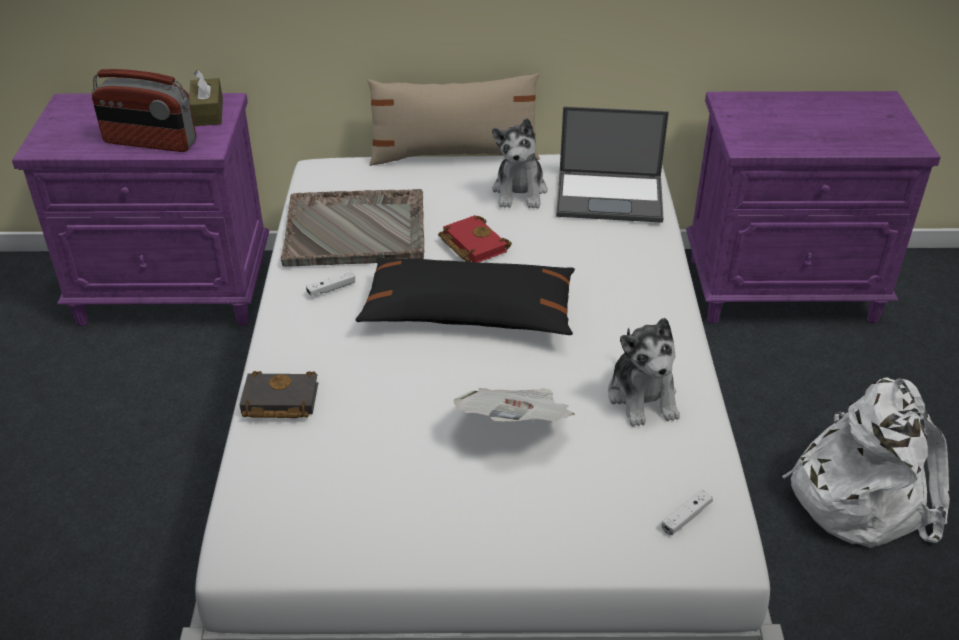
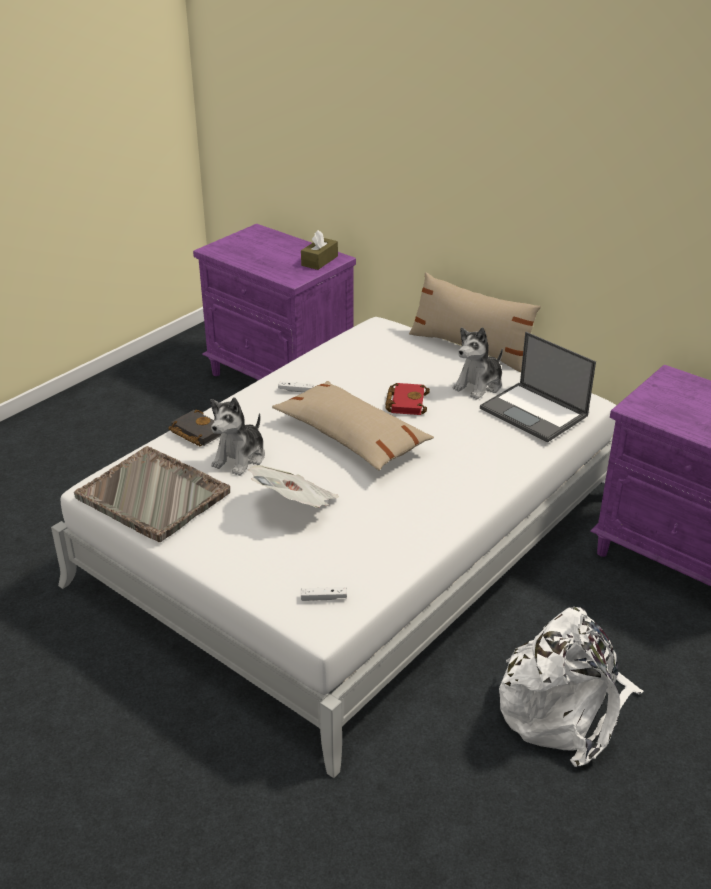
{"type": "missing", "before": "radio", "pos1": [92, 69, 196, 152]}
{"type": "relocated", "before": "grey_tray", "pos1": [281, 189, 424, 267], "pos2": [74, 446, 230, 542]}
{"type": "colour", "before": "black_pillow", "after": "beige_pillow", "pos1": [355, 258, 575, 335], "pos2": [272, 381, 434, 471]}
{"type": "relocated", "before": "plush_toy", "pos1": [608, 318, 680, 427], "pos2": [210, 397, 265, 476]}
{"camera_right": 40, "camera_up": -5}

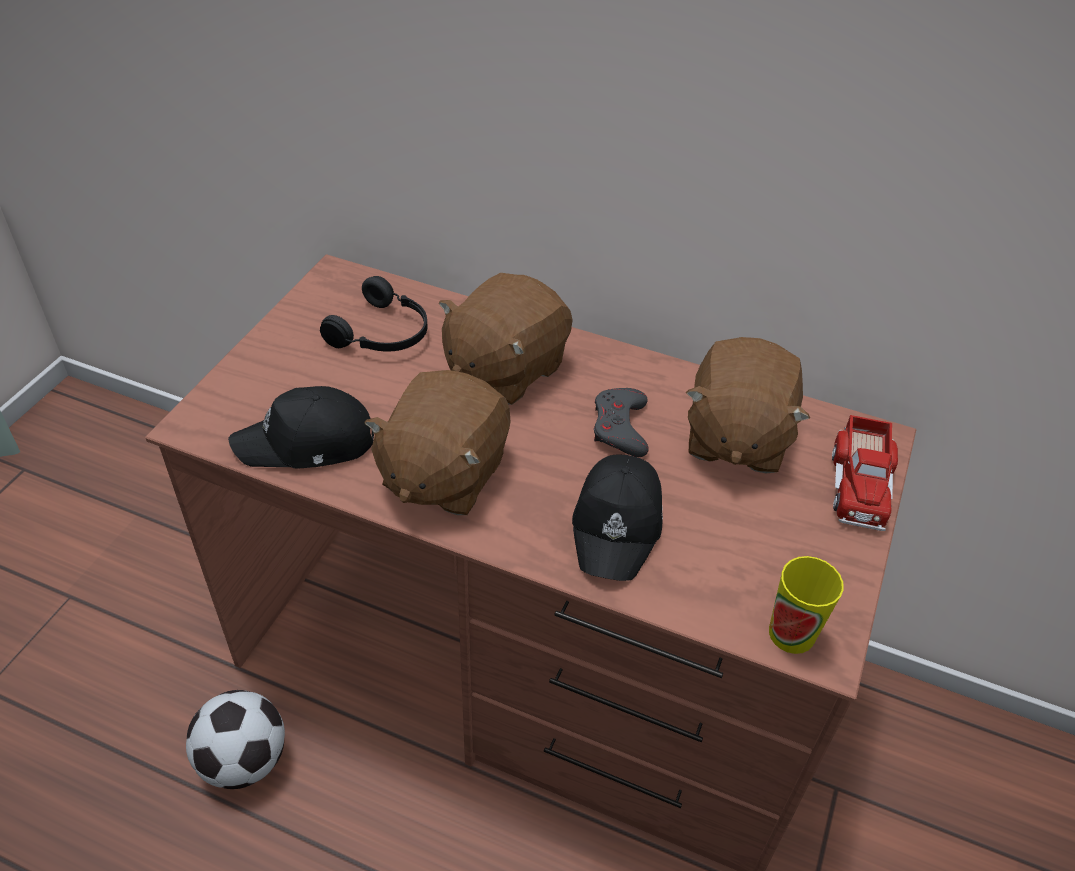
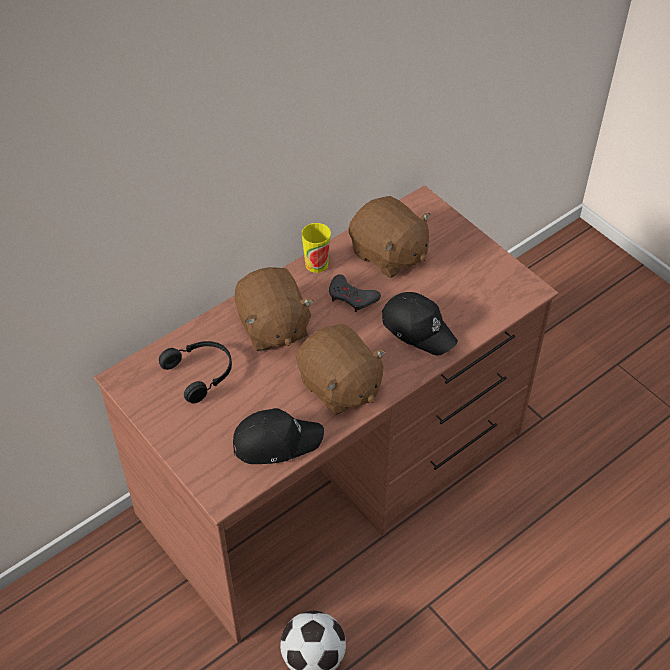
{"type": "spun", "before": "black_cap", "pos1": [228, 386, 374, 469], "pos2": [233, 408, 324, 464], "turn": -120}
{"type": "relocated", "before": "cup", "pos1": [769, 556, 844, 654], "pos2": [302, 223, 331, 273]}
{"type": "missing", "before": "toy_truck", "pos1": [832, 415, 898, 531]}
{"camera_right": -60, "camera_up": 5}

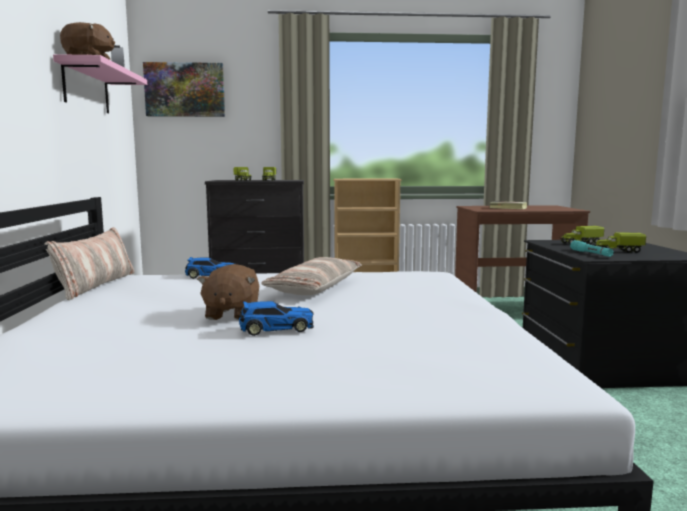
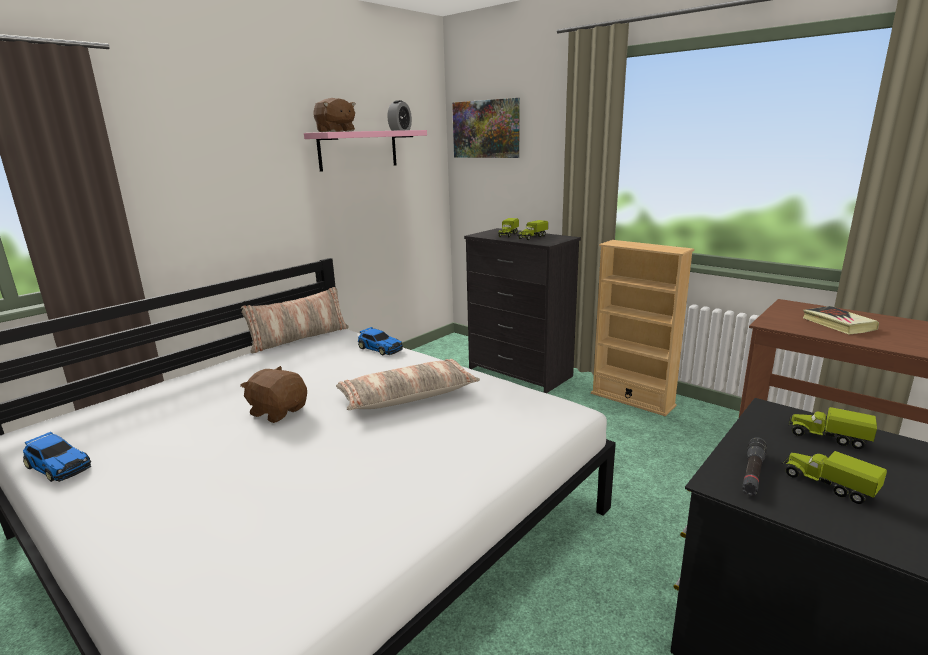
{"type": "spun", "before": "brown_plush_toy", "pos1": [197, 264, 259, 320], "pos2": [240, 366, 307, 423], "turn": 75}
{"type": "relocated", "before": "toy_car", "pos1": [239, 301, 314, 336], "pos2": [23, 432, 91, 482]}
{"type": "colour", "before": "turquoise_flashlight", "after": "black_flashlight", "pos1": [570, 240, 614, 257], "pos2": [742, 437, 767, 496]}
{"camera_right": 45, "camera_up": 10}

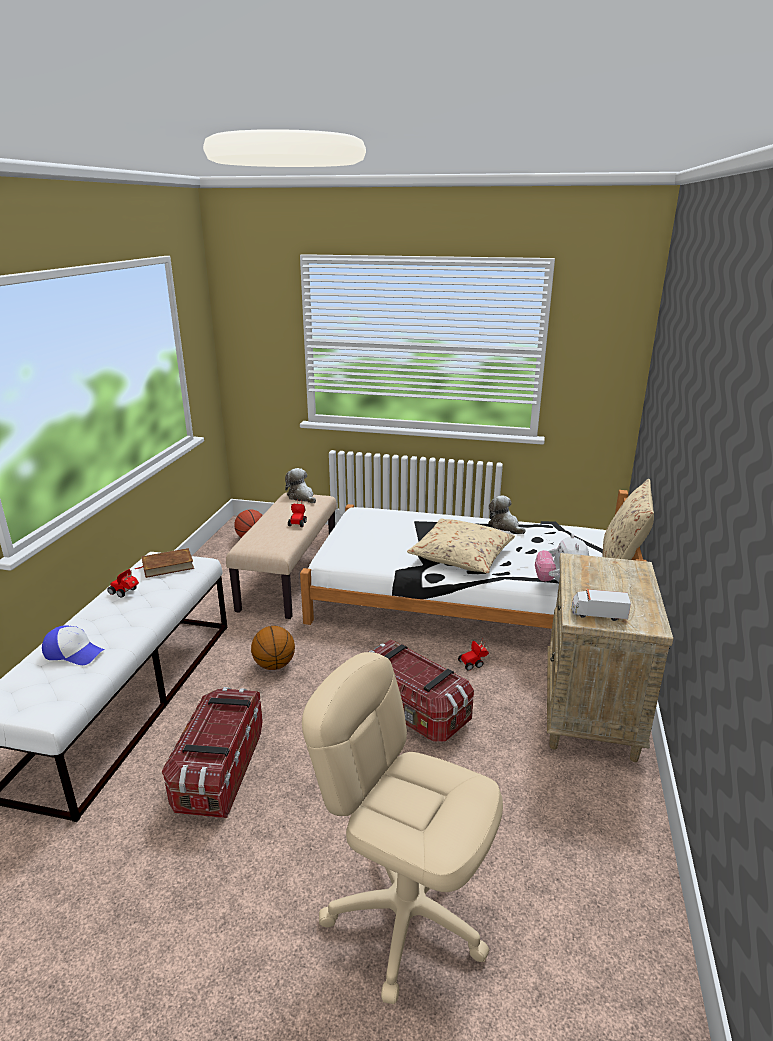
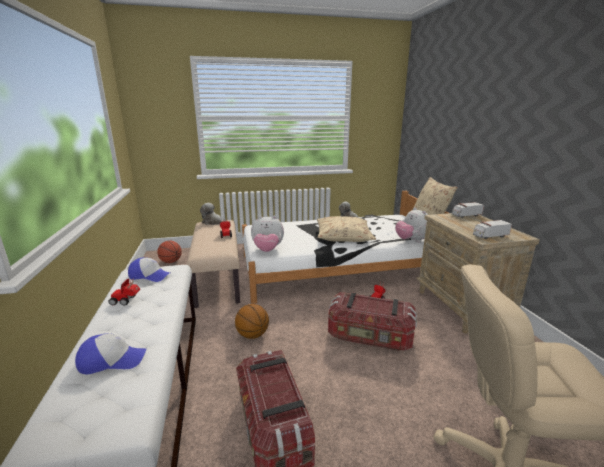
{"type": "exchanged", "before": "brown_book", "after": "cap", "pos1": [135, 548, 194, 578], "pos2": [128, 258, 170, 282]}
{"type": "appeared", "after": "plush_toy", "pos2": [251, 216, 284, 252]}
{"type": "appeared", "after": "toy_truck", "pos2": [452, 202, 484, 218]}
{"camera_right": -25, "camera_up": -5}

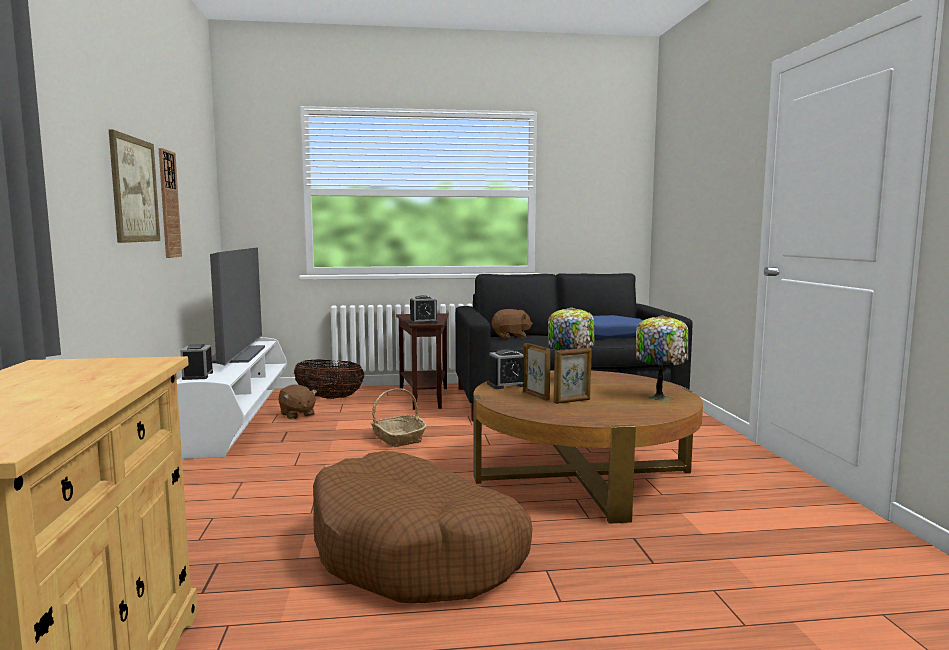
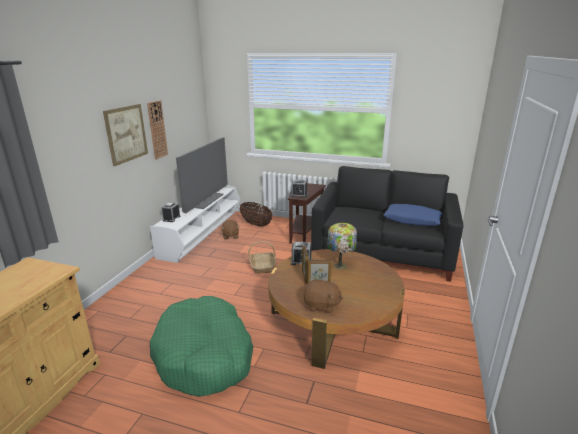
{"type": "colour", "before": "brown_dog_bed", "after": "green_dog_bed", "pos1": [313, 451, 532, 603], "pos2": [150, 296, 253, 397]}
{"type": "relocated", "before": "brown_plush_toy", "pos1": [492, 309, 533, 339], "pos2": [303, 279, 344, 314]}
{"type": "missing", "before": "table_lamp", "pos1": [636, 315, 689, 401]}
{"camera_right": 25, "camera_up": 15}

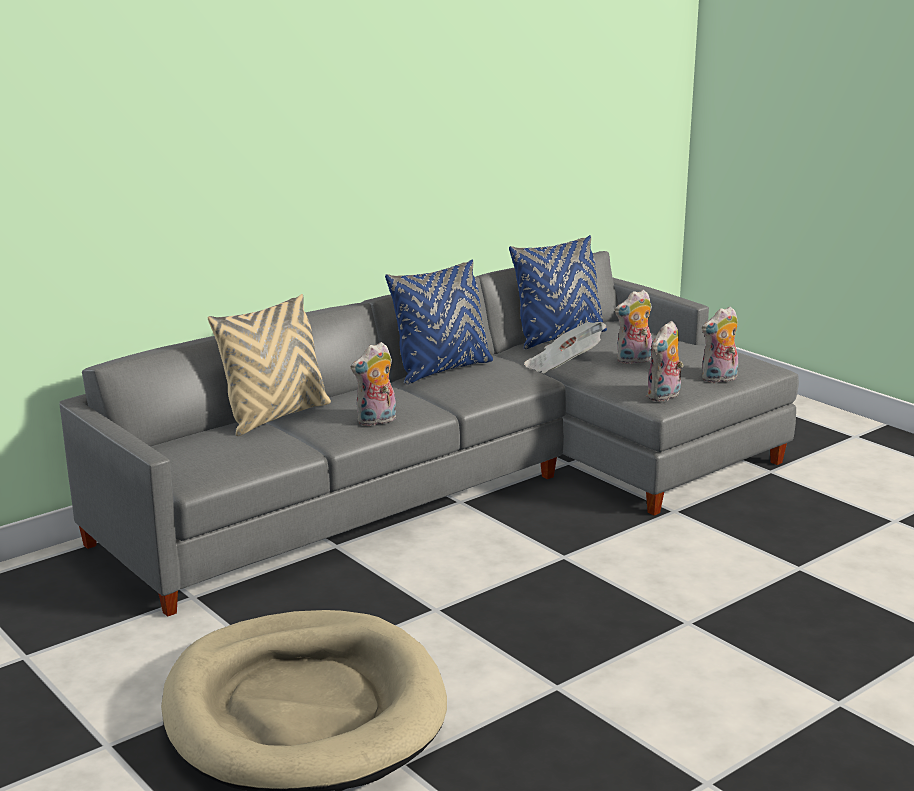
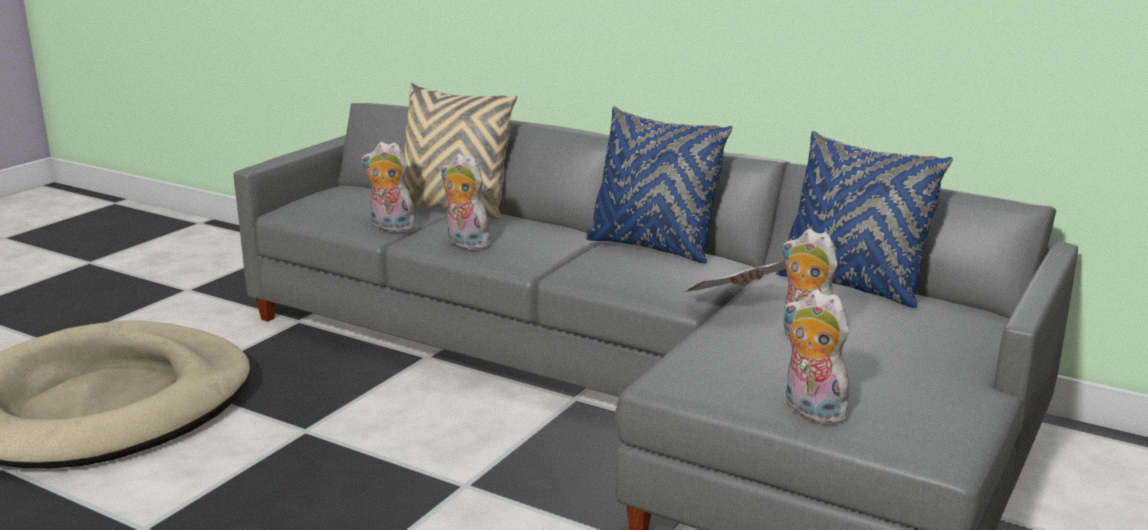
{"type": "relocated", "before": "plush_toy", "pos1": [646, 321, 684, 402], "pos2": [361, 142, 415, 232]}
{"camera_right": 70, "camera_up": 0}

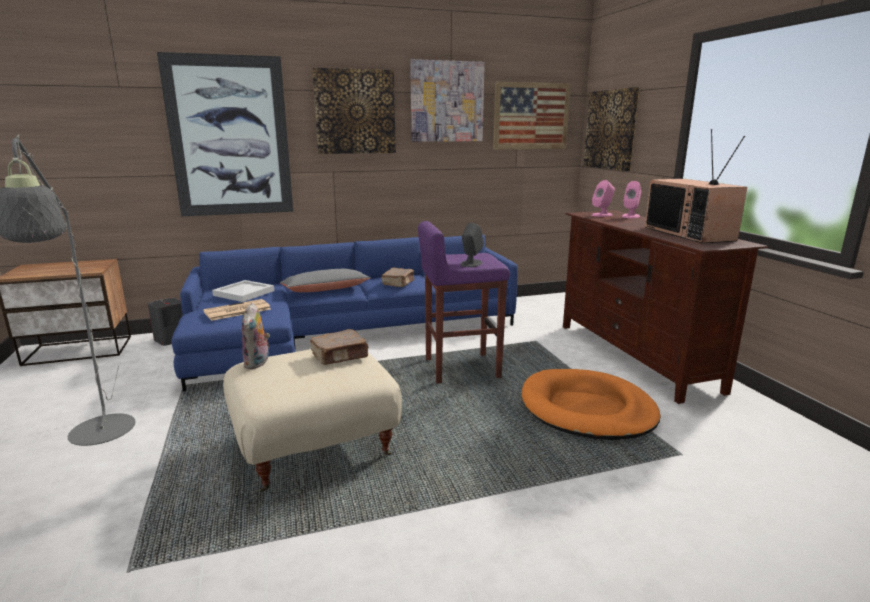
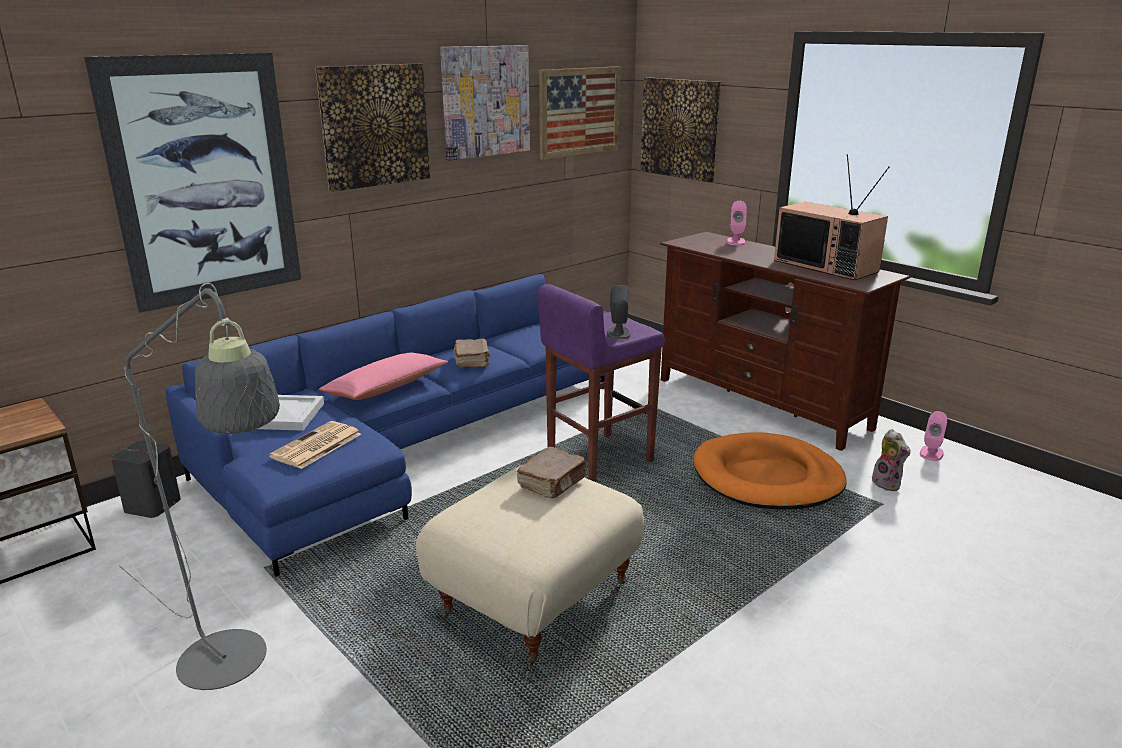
{"type": "relocated", "before": "plush_toy", "pos1": [242, 303, 270, 369], "pos2": [872, 429, 911, 491]}
{"type": "colour", "before": "grey_pillow", "after": "pink_pillow", "pos1": [280, 269, 371, 292], "pos2": [319, 353, 448, 400]}
{"type": "relocated", "before": "pink_speaker", "pos1": [591, 180, 615, 217], "pos2": [920, 411, 947, 461]}
{"camera_right": -25, "camera_up": 5}

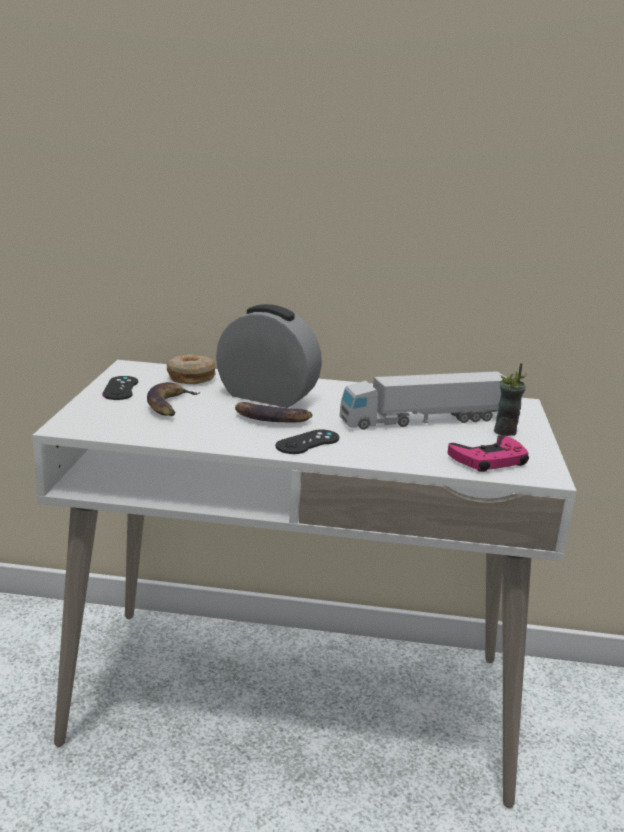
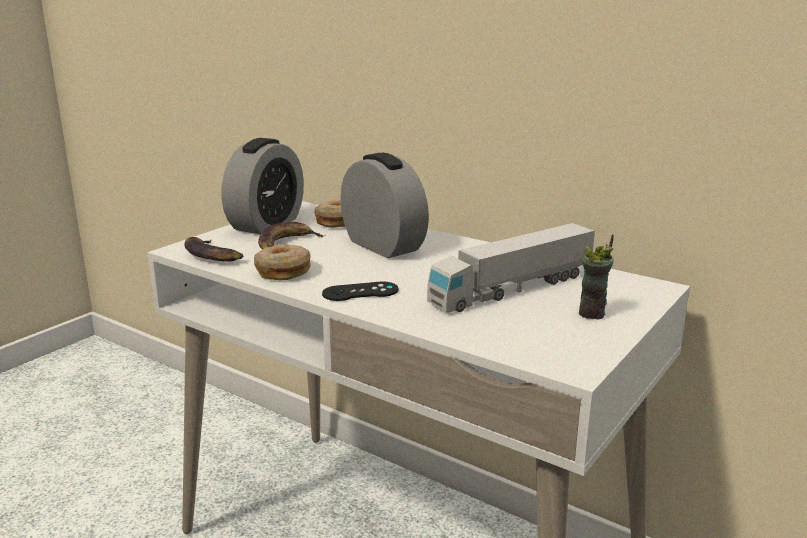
{"type": "exchanged", "before": "black_game_controller", "after": "alarm_clock", "pos1": [102, 376, 138, 400], "pos2": [222, 138, 304, 235]}
{"type": "relocated", "before": "banana", "pos1": [235, 402, 312, 422], "pos2": [184, 237, 243, 262]}
{"type": "spun", "before": "toy_truck", "pos1": [340, 371, 507, 430], "pos2": [427, 223, 595, 313], "turn": -45}
{"type": "missing", "before": "pink_game_controller", "pos1": [448, 435, 529, 472]}
{"type": "appeared", "after": "donut", "pos2": [254, 244, 311, 280]}
{"camera_right": 30, "camera_up": 0}

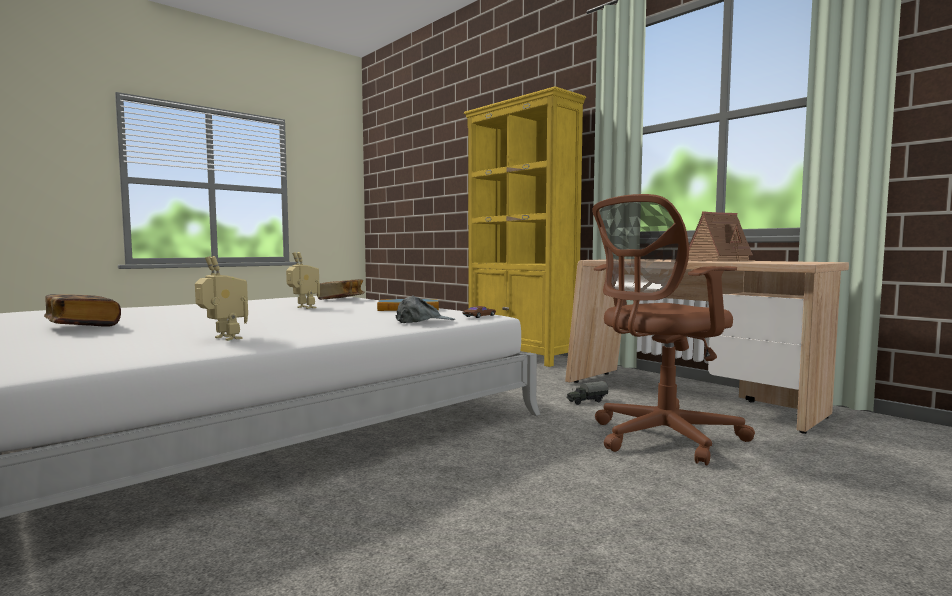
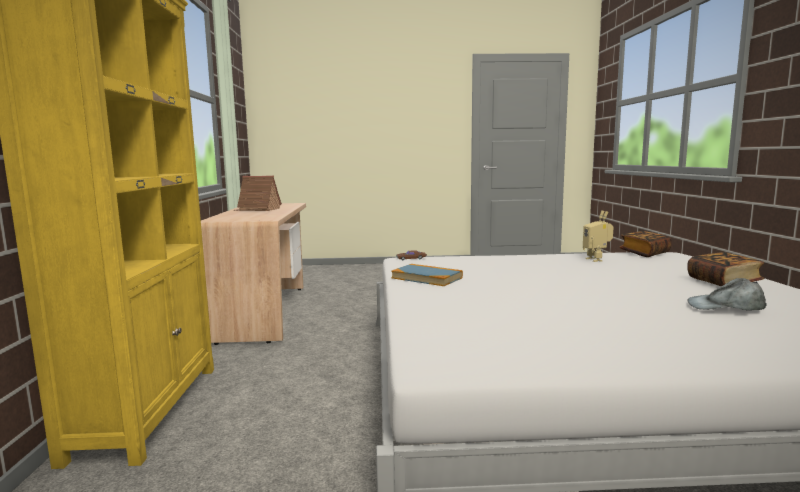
{"type": "missing", "before": "toy_robot", "pos1": [286, 252, 320, 309]}
{"type": "relocated", "before": "book", "pos1": [318, 279, 364, 300], "pos2": [620, 231, 672, 257]}
{"type": "relocated", "before": "grey_cap", "pos1": [395, 296, 455, 323], "pos2": [688, 278, 767, 311]}
{"type": "missing", "before": "toy_truck", "pos1": [566, 381, 608, 405]}
{"type": "missing", "before": "brown_office_chair", "pos1": [592, 194, 755, 465]}
{"camera_right": -140, "camera_up": 5}

